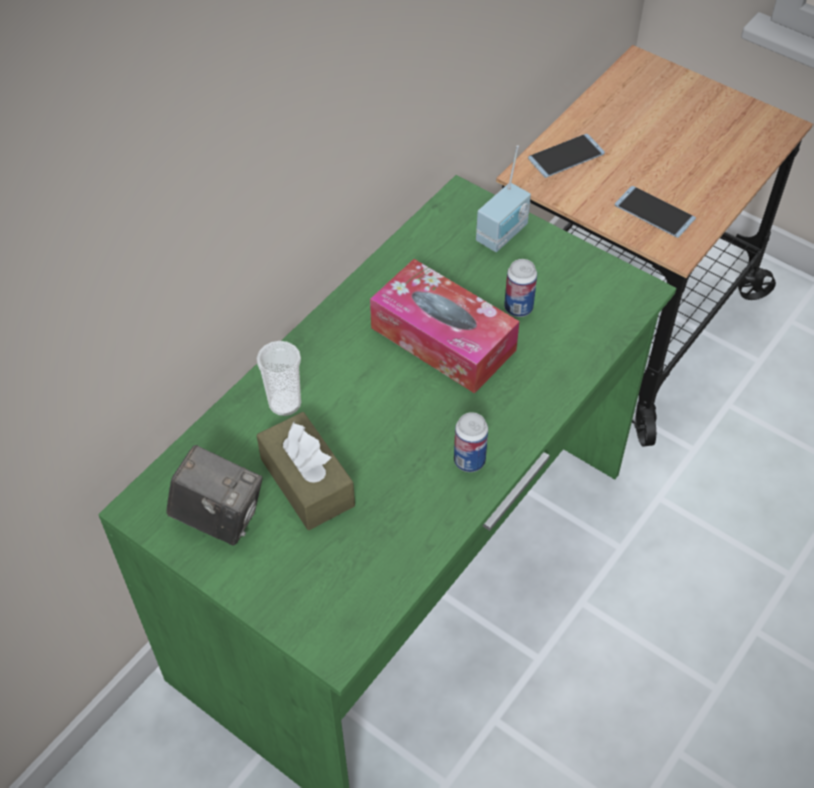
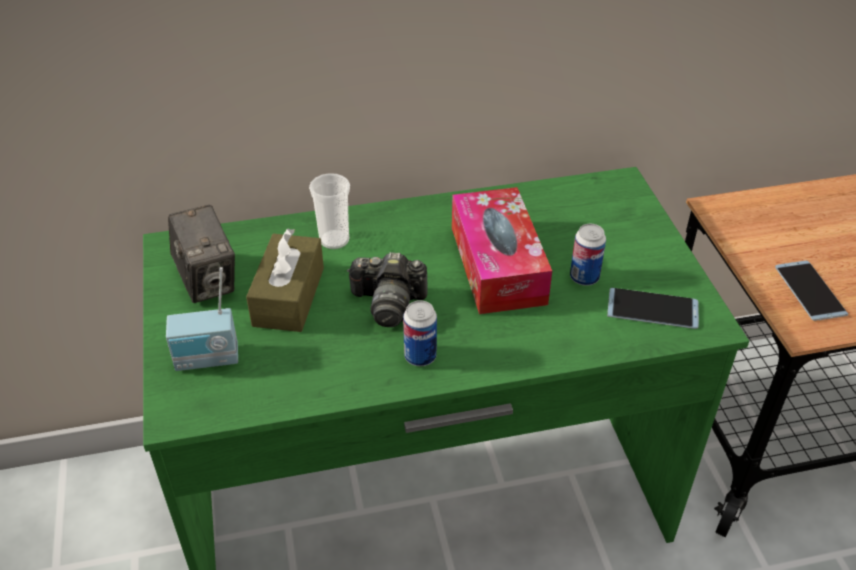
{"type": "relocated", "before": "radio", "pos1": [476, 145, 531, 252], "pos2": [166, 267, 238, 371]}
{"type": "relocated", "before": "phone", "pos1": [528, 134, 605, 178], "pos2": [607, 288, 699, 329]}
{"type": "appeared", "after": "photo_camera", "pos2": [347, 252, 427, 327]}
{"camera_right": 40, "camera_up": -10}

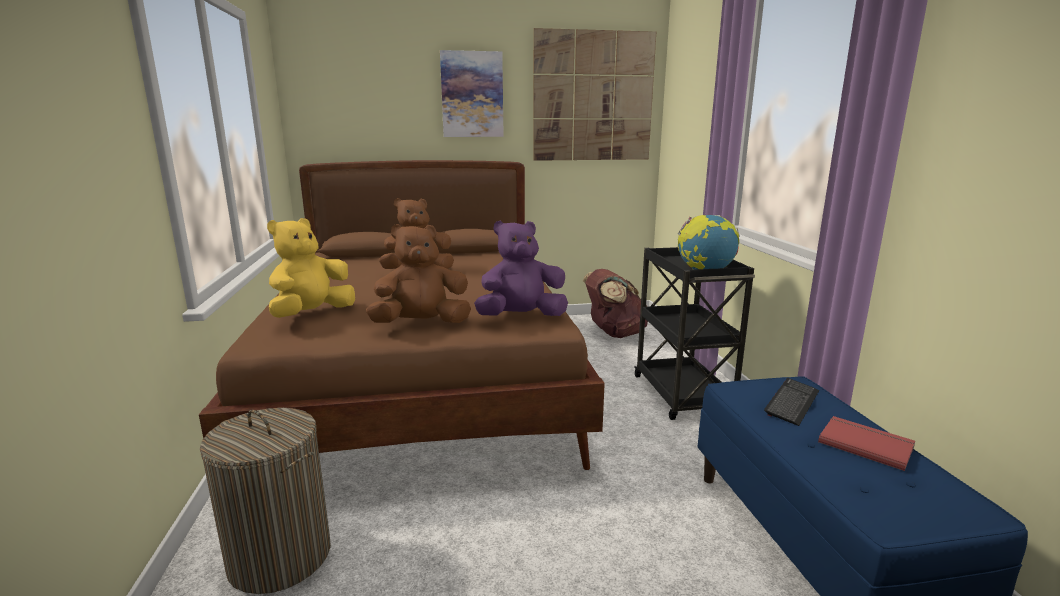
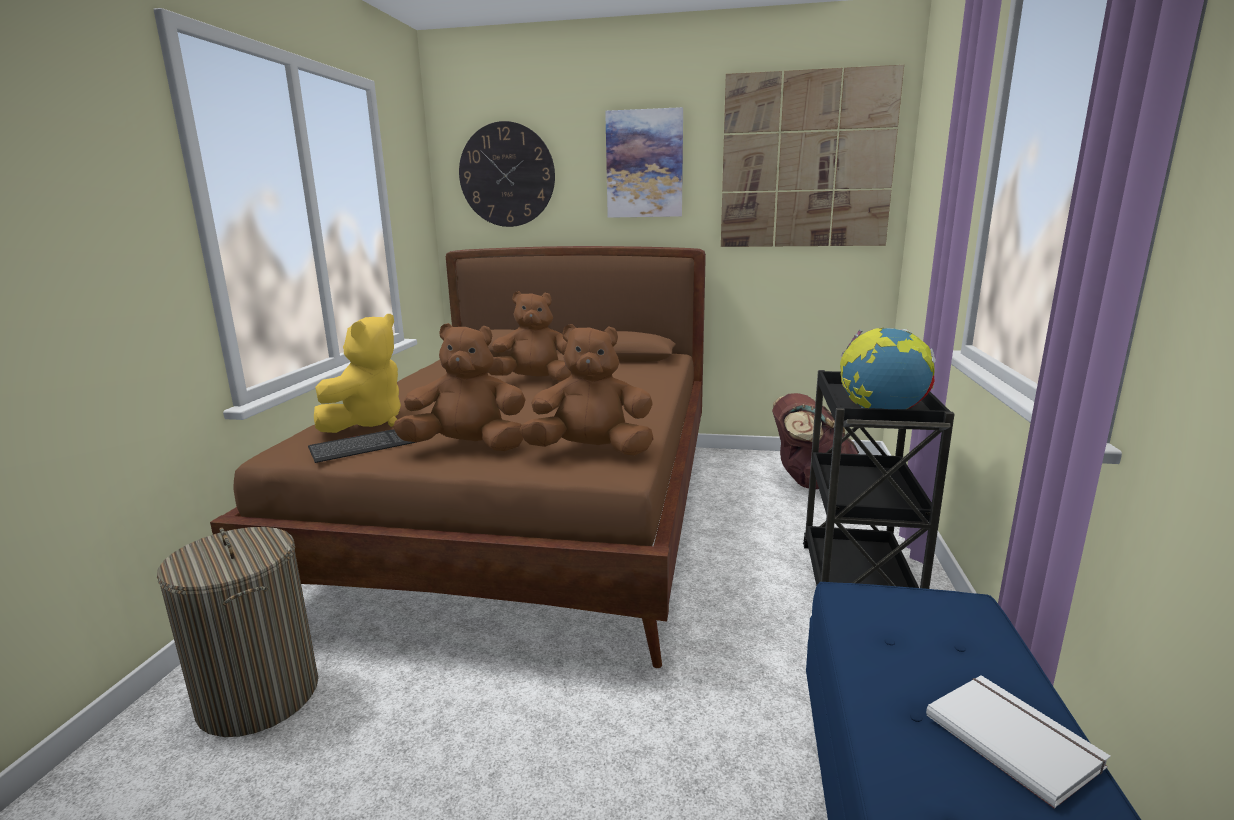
{"type": "spun", "before": "yellow_plush_toy", "pos1": [267, 218, 355, 318], "pos2": [314, 314, 401, 433], "turn": 150}
{"type": "colour", "before": "purple_plush_toy", "after": "brown_plush_toy", "pos1": [474, 221, 568, 316], "pos2": [520, 324, 654, 456]}
{"type": "relocated", "before": "keyboard", "pos1": [764, 378, 819, 426], "pos2": [308, 429, 416, 463]}
{"type": "colour", "before": "red_book", "after": "white_book", "pos1": [818, 416, 915, 471], "pos2": [926, 675, 1111, 809]}
{"type": "appeared", "after": "wall_clock", "pos2": [459, 121, 555, 227]}
{"camera_right": 20, "camera_up": 0}

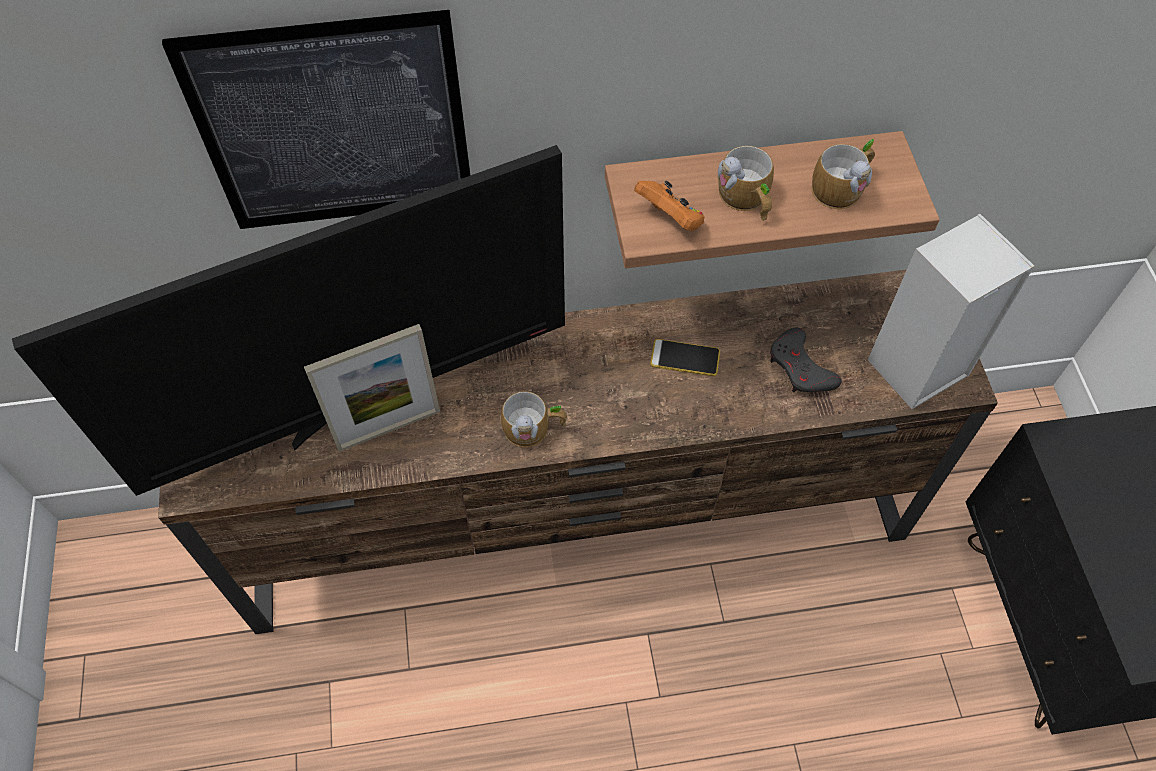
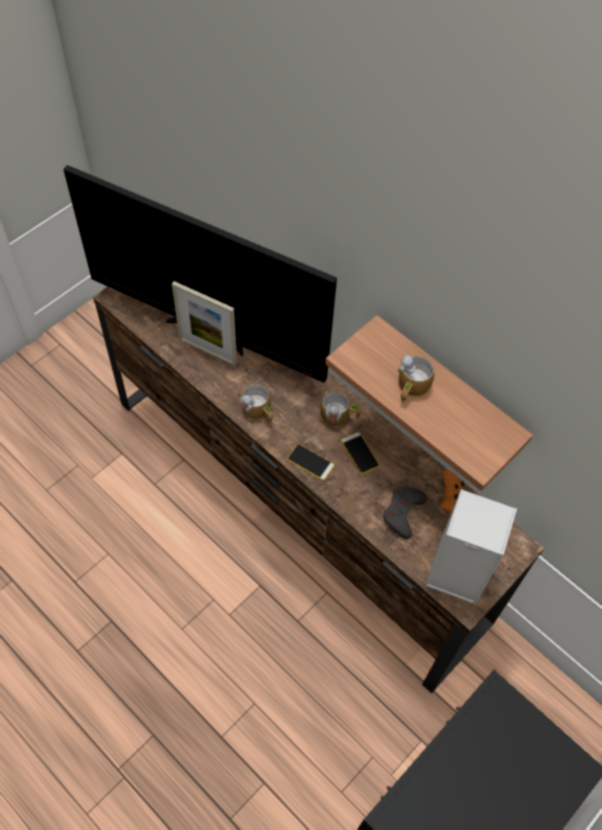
{"type": "missing", "before": "picture", "pos1": [162, 10, 470, 229]}
{"type": "relocated", "before": "orange_game_controller", "pos1": [634, 181, 705, 231], "pos2": [440, 470, 464, 513]}
{"type": "relocated", "before": "mug", "pos1": [812, 139, 875, 209], "pos2": [320, 392, 361, 427]}
{"type": "appeared", "after": "phone", "pos2": [287, 444, 335, 481]}
{"camera_right": 50, "camera_up": 0}

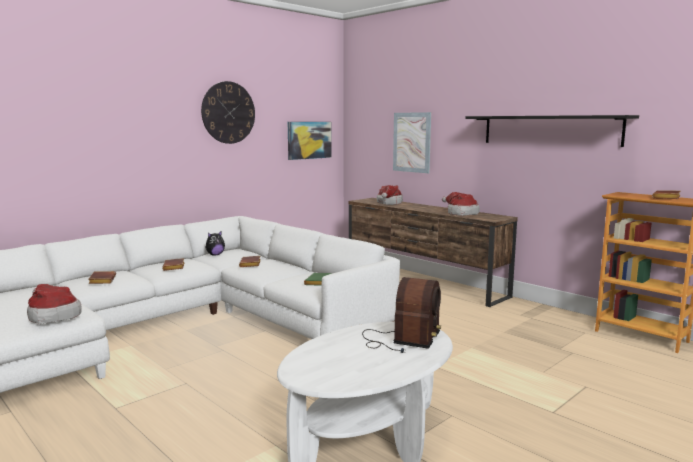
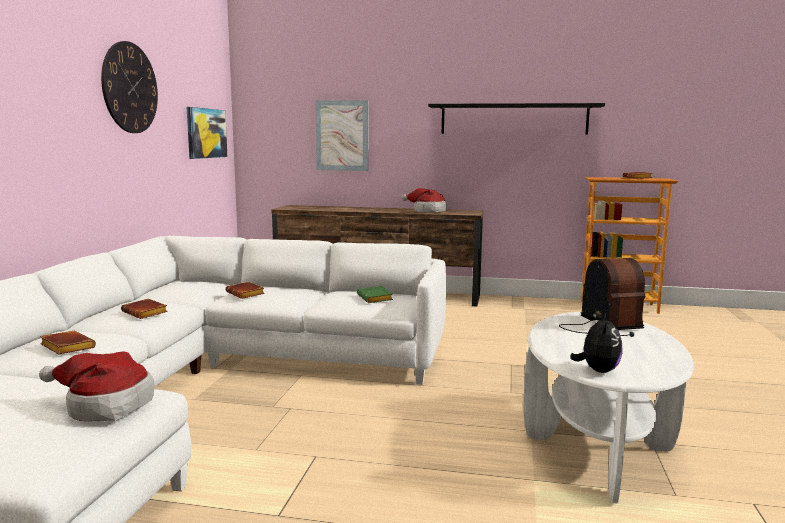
{"type": "relocated", "before": "plush_toy", "pos1": [205, 231, 225, 256], "pos2": [570, 313, 623, 373]}
{"type": "missing", "before": "hat", "pos1": [377, 185, 403, 205]}
{"camera_right": -35, "camera_up": 0}

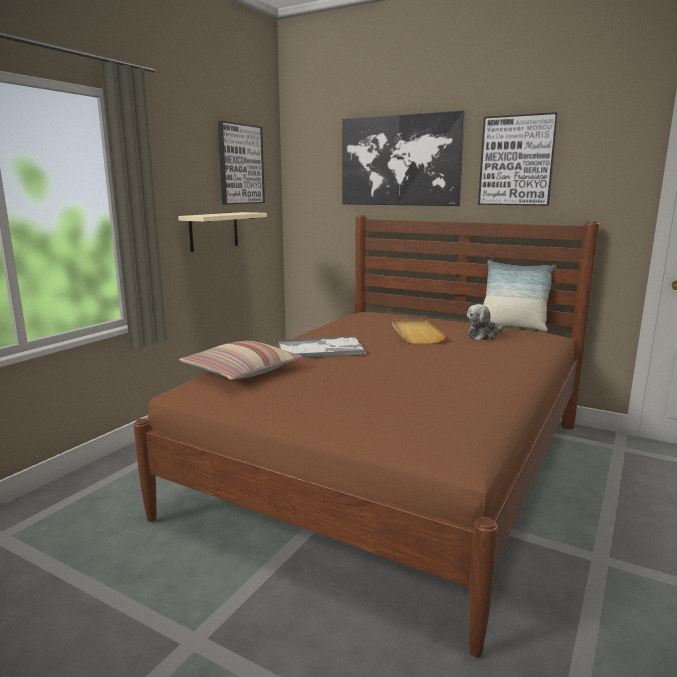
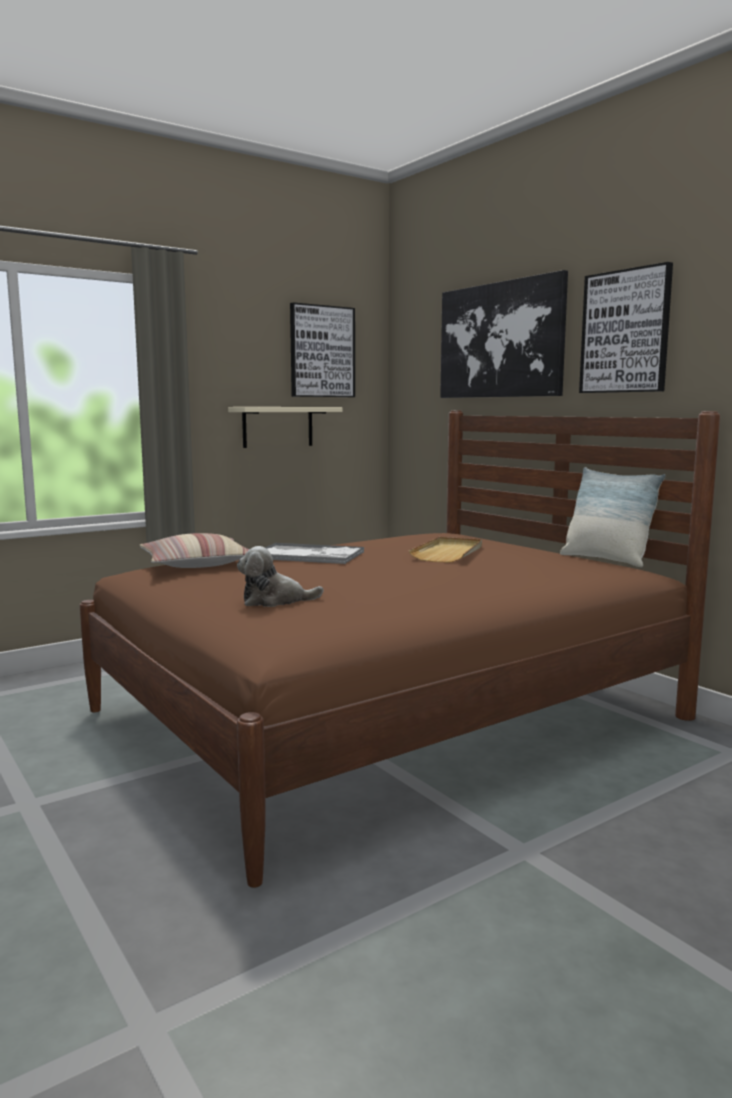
{"type": "relocated", "before": "plush_toy", "pos1": [467, 304, 505, 341], "pos2": [237, 546, 324, 607]}
{"camera_right": 25, "camera_up": -5}

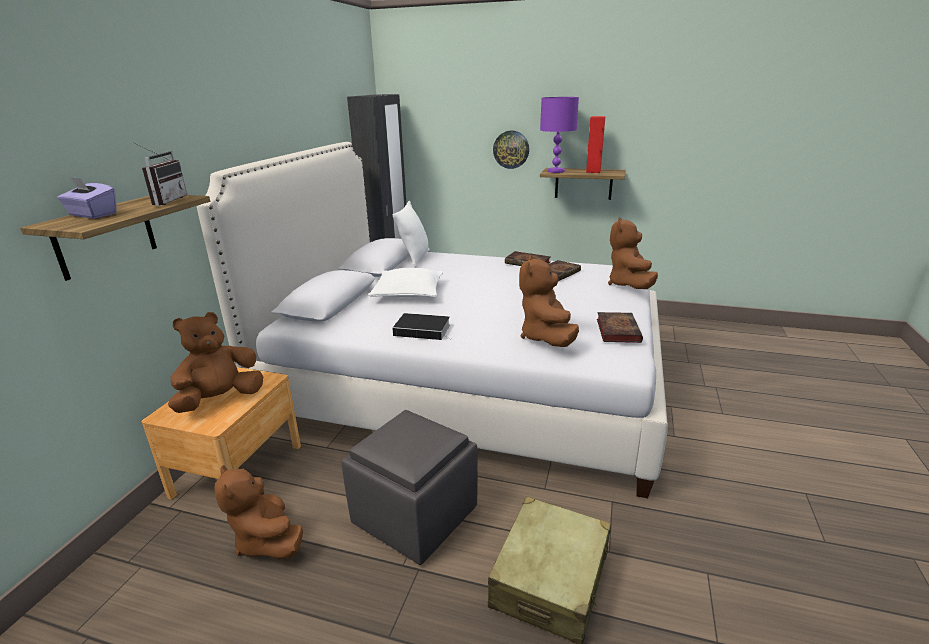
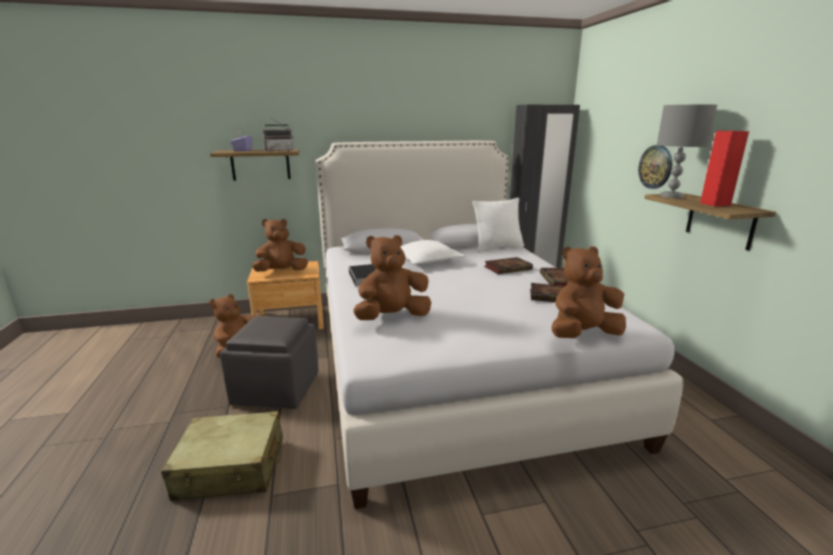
{"type": "spun", "before": "brown_plush_toy", "pos1": [168, 312, 263, 413], "pos2": [252, 219, 308, 272], "turn": -45}
{"type": "colour", "before": "purple_table_lamp", "after": "grey_table_lamp", "pos1": [540, 97, 579, 173], "pos2": [657, 105, 717, 198]}
{"type": "relocated", "before": "book", "pos1": [597, 312, 643, 343], "pos2": [484, 257, 533, 274]}
{"camera_right": 60, "camera_up": -5}

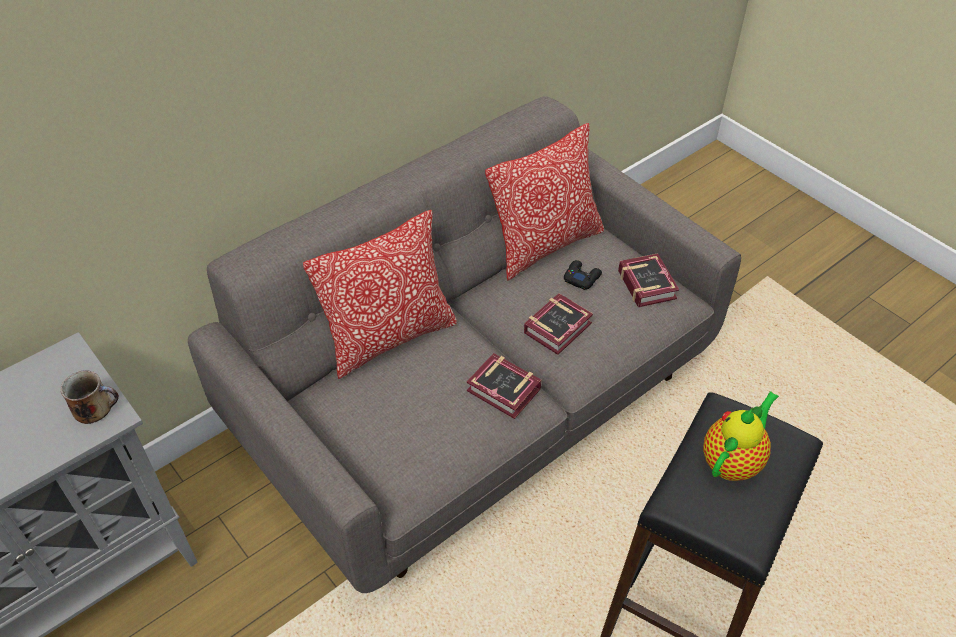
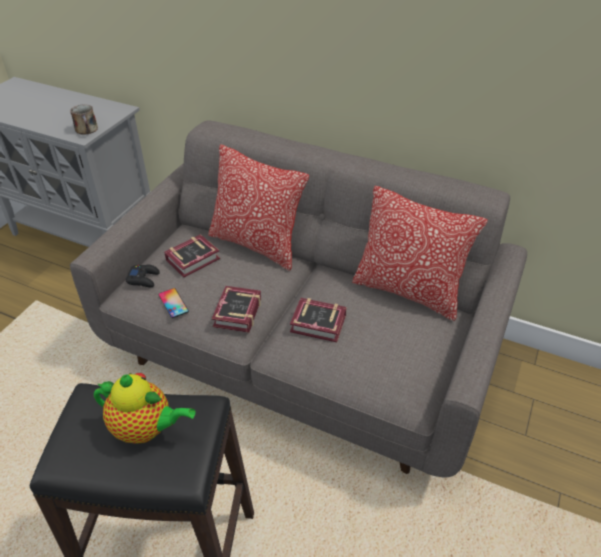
{"type": "relocated", "before": "black_game_controller", "pos1": [564, 260, 602, 290], "pos2": [125, 265, 160, 287]}
{"type": "relocated", "before": "book", "pos1": [618, 253, 679, 307], "pos2": [164, 234, 220, 277]}
{"type": "appeared", "after": "phone", "pos2": [159, 288, 189, 318]}
{"camera_right": 65, "camera_up": -5}

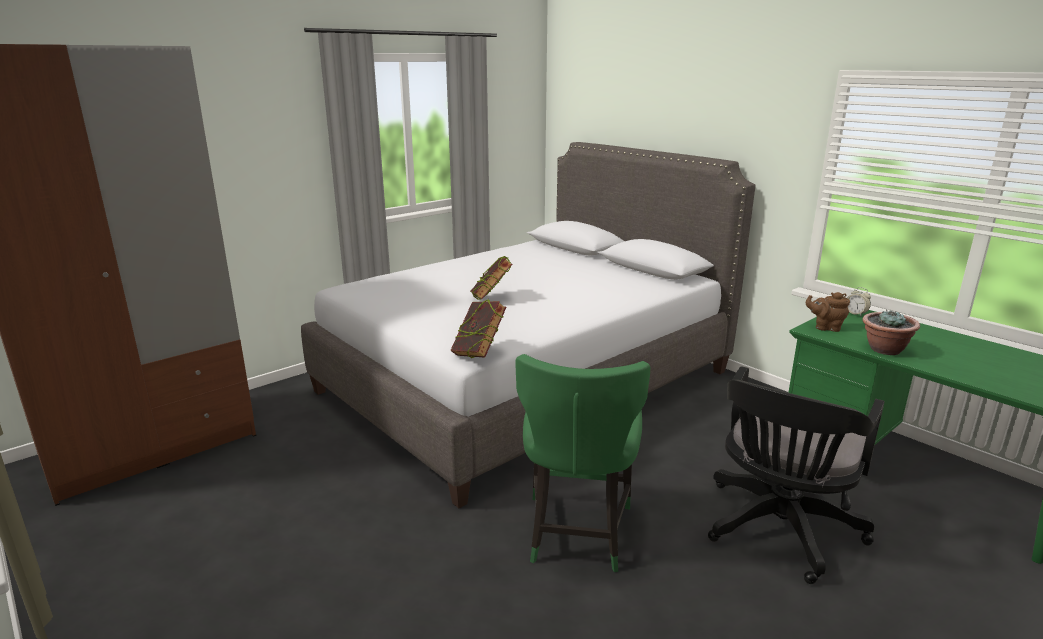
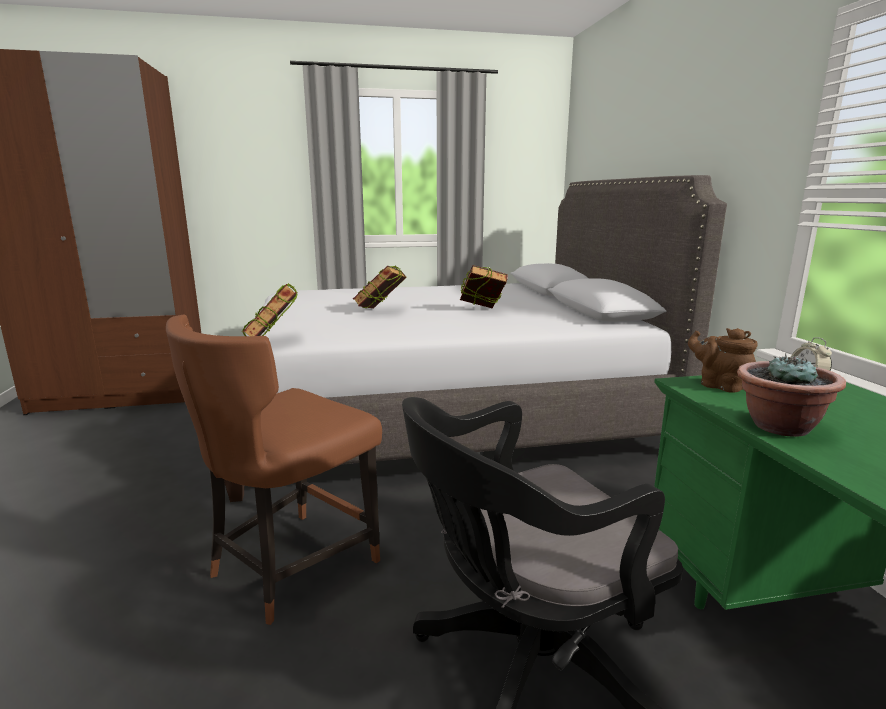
{"type": "colour", "before": "green_chair", "after": "brown_chair", "pos1": [516, 354, 650, 572], "pos2": [166, 314, 382, 625]}
{"type": "appeared", "after": "book", "pos2": [460, 265, 508, 308]}
{"camera_right": 30, "camera_up": -5}

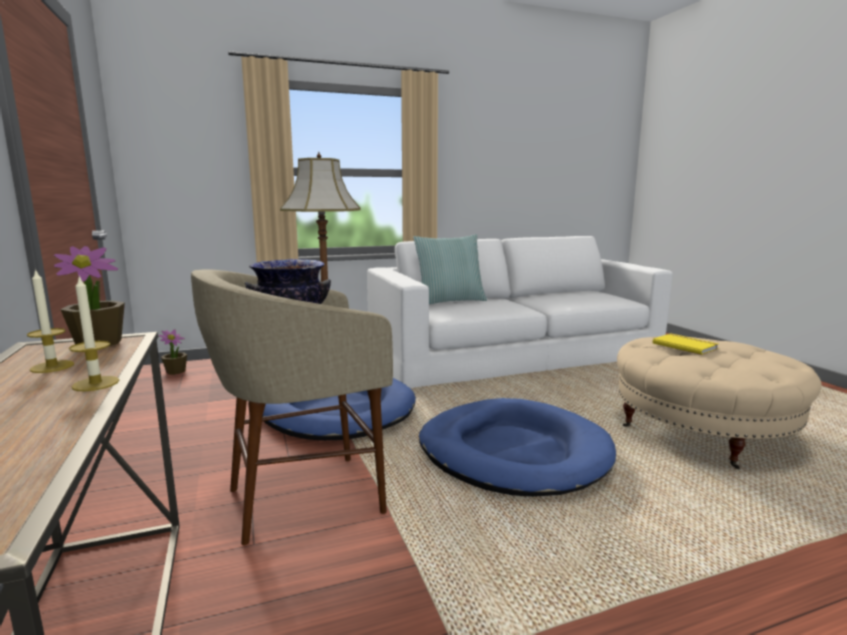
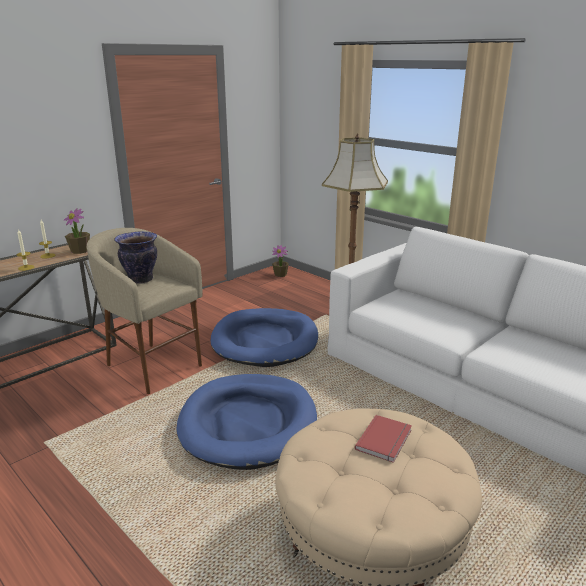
{"type": "missing", "before": "pillow", "pos1": [413, 234, 487, 304]}
{"type": "colour", "before": "yellow_book", "after": "red_book", "pos1": [653, 333, 718, 355], "pos2": [355, 415, 412, 463]}
{"camera_right": 65, "camera_up": 10}

